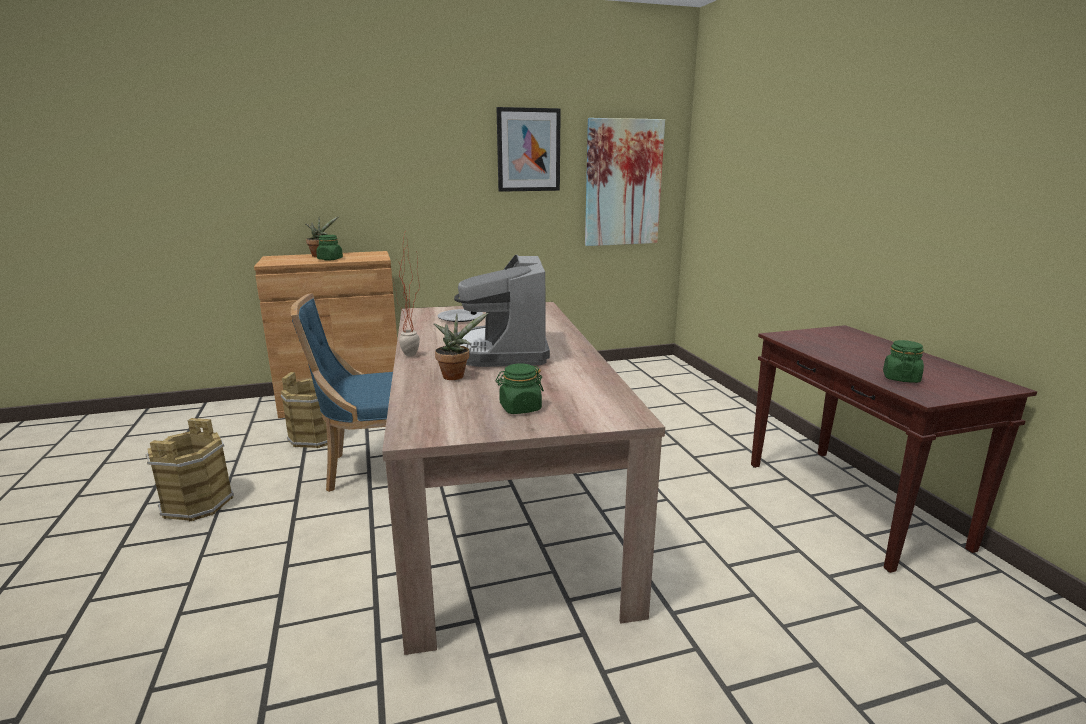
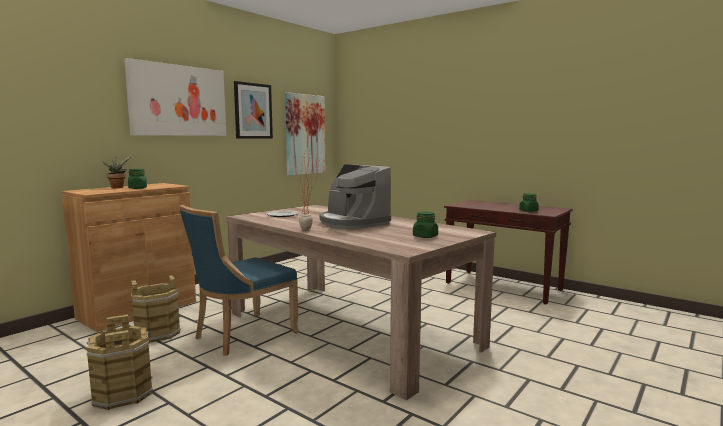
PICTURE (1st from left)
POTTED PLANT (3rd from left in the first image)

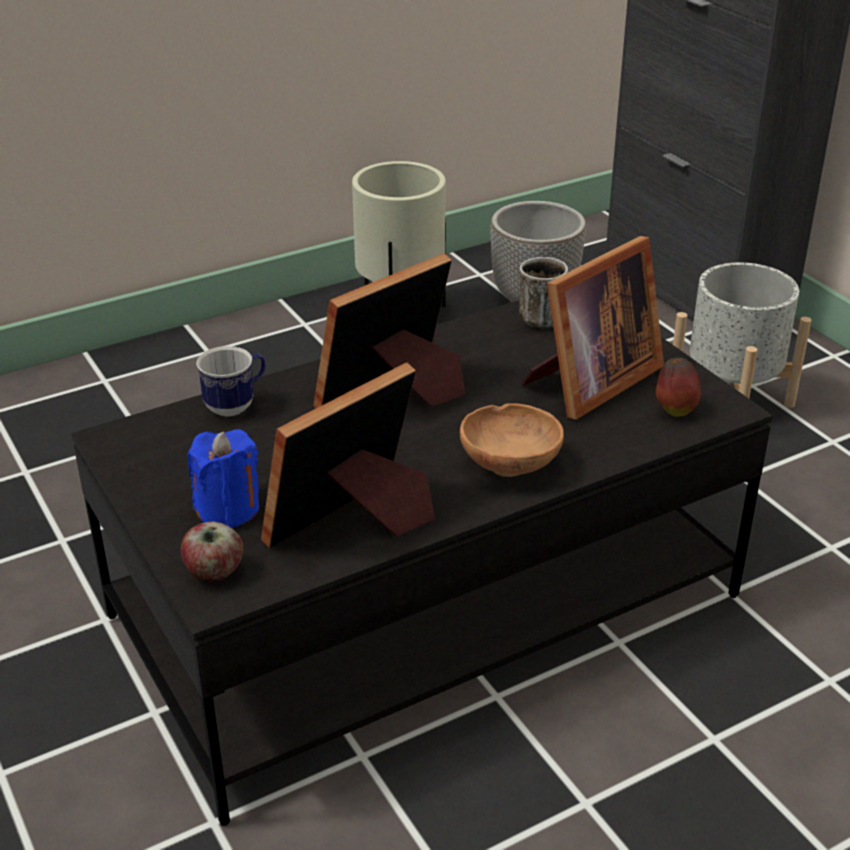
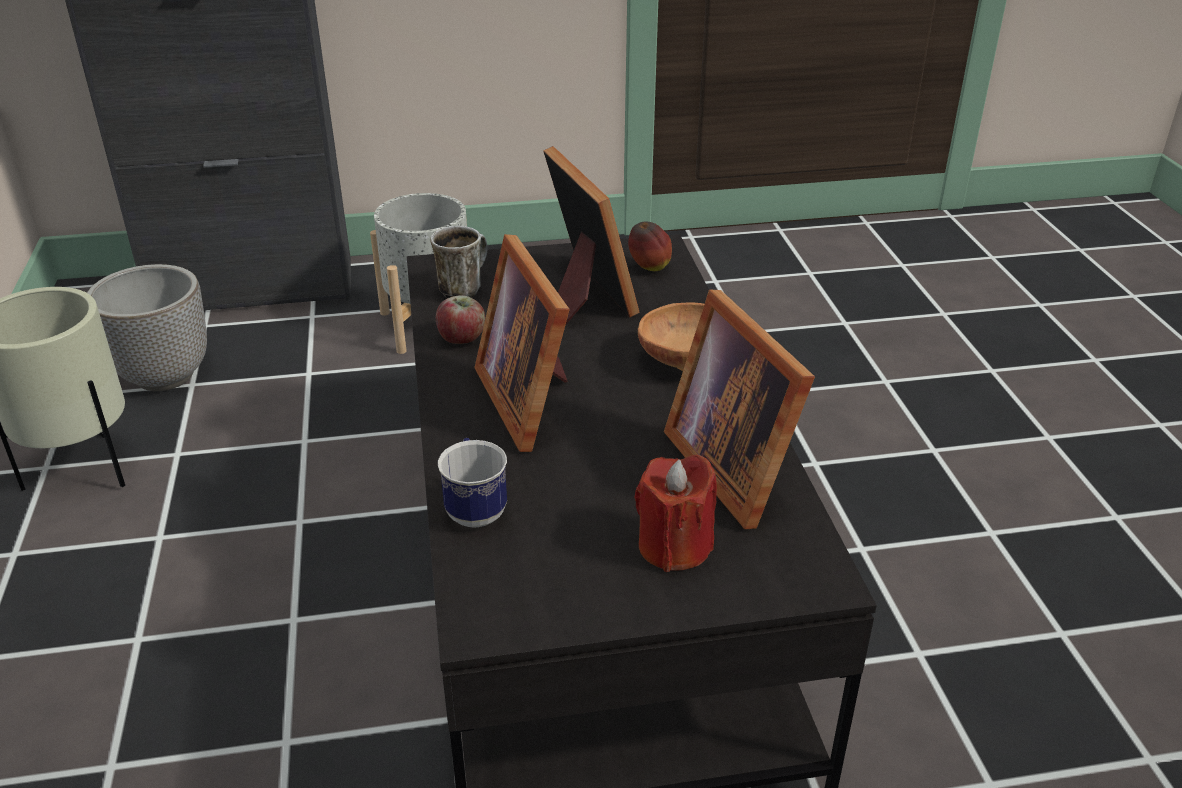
APPLE (1st from left)
RED CANDLE

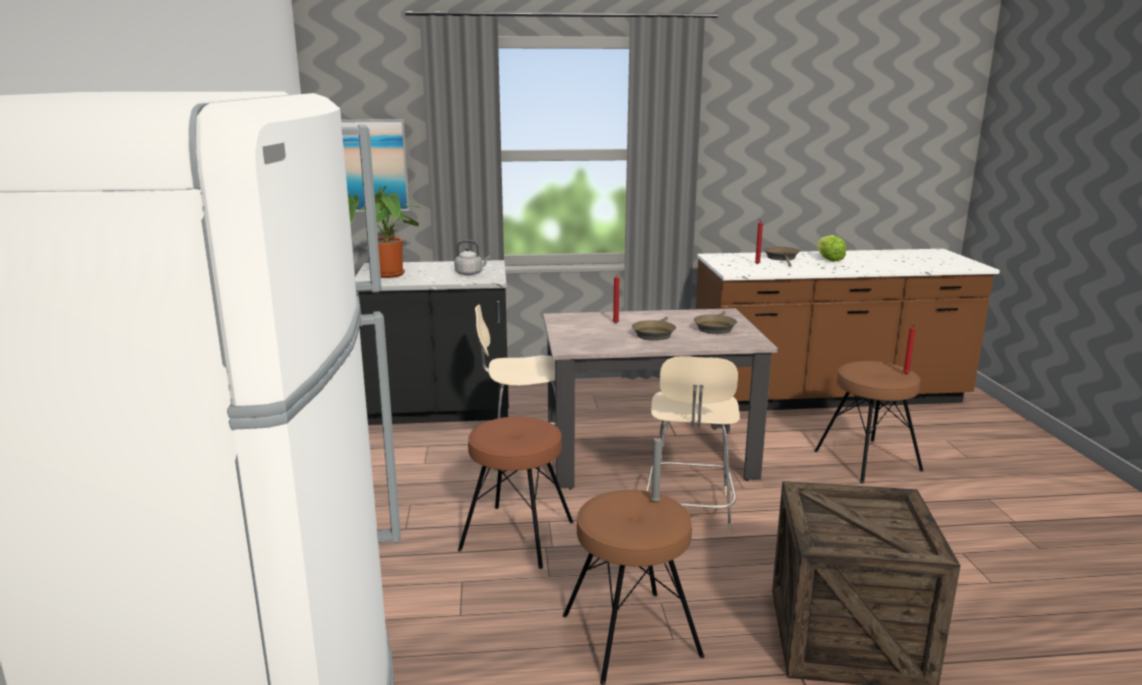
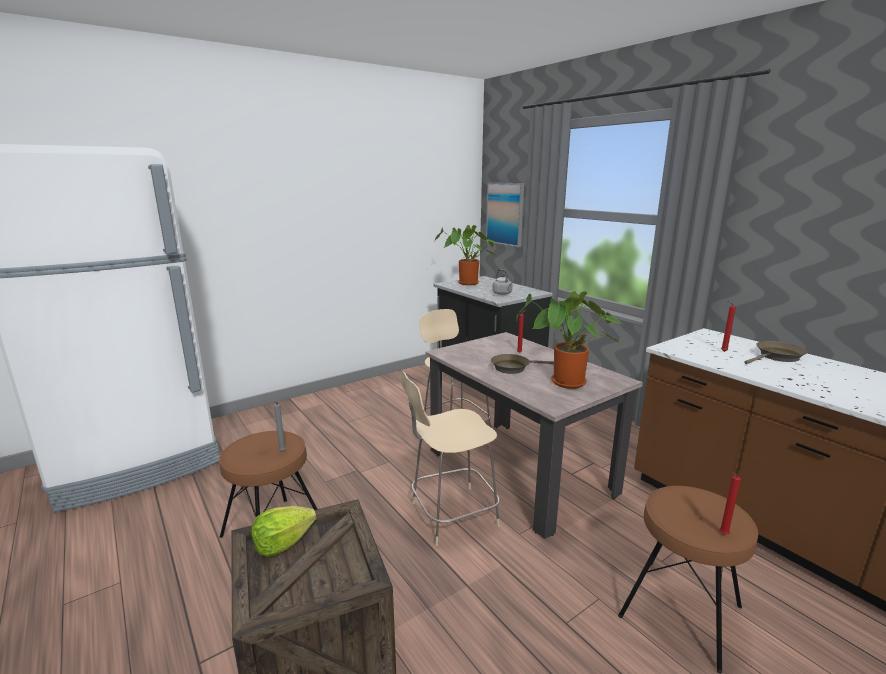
LETTUCE
POTTED PLANT (2nd from left)
BROWN STOOL (1st from left in the first image)

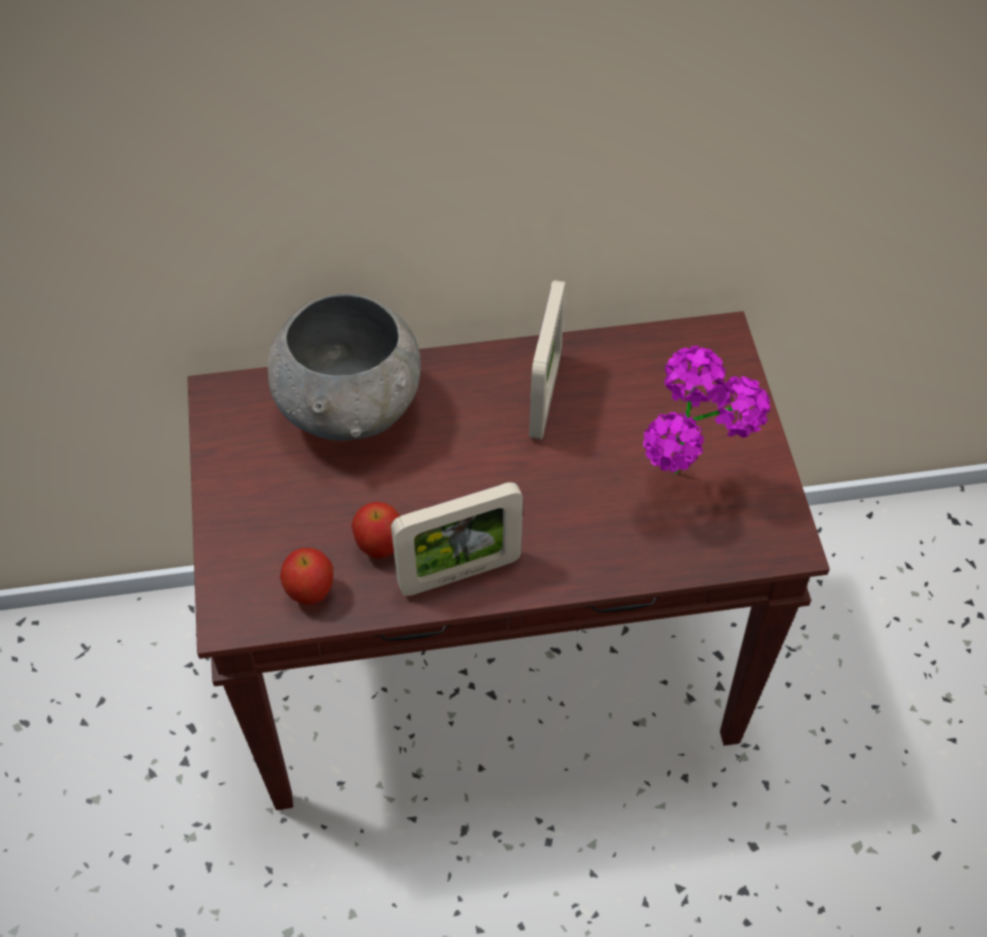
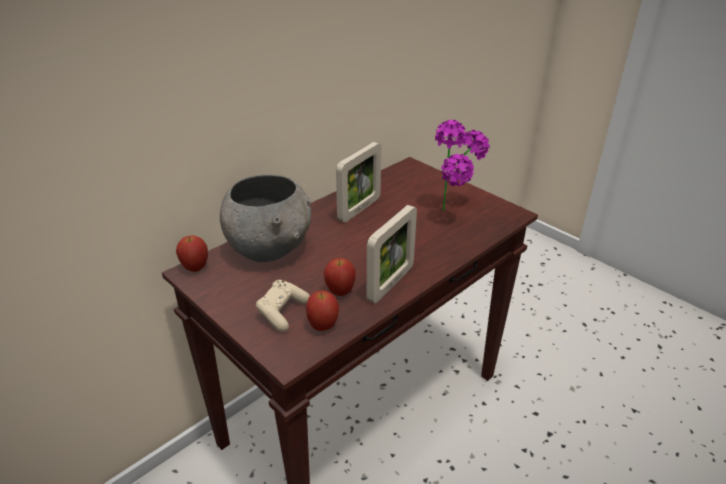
APPLE (1st from left)
BEIGE GAME CONTROLLER
PICTURE FRAME (1st from left)

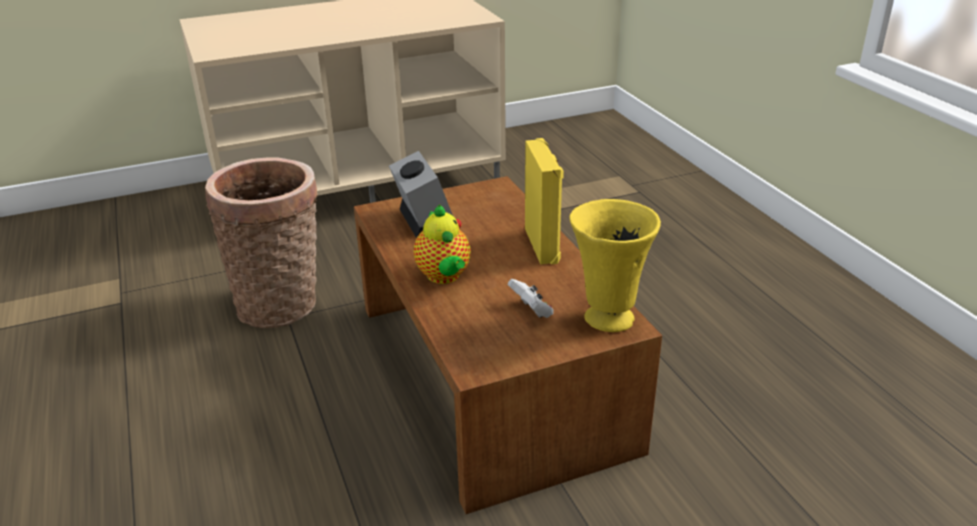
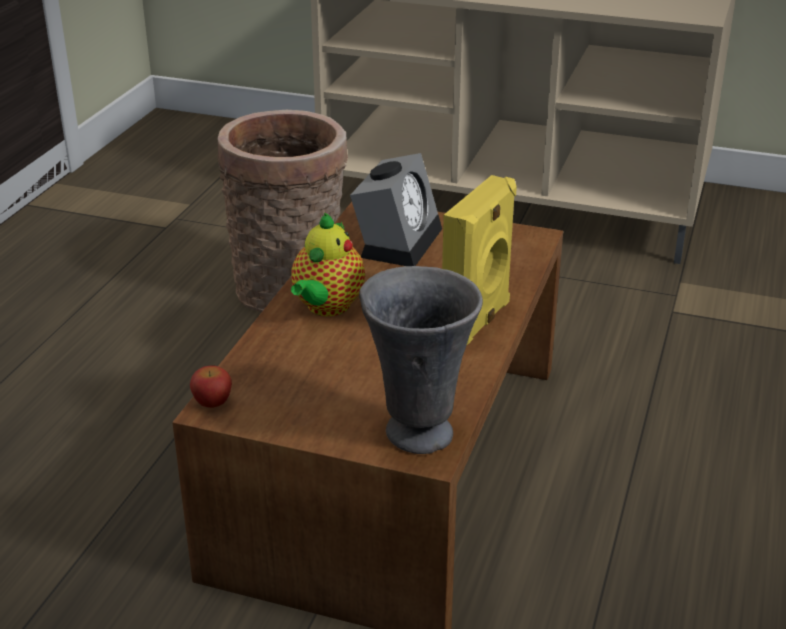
APPLE
GREY VASE
WHITE GAME CONTROLLER

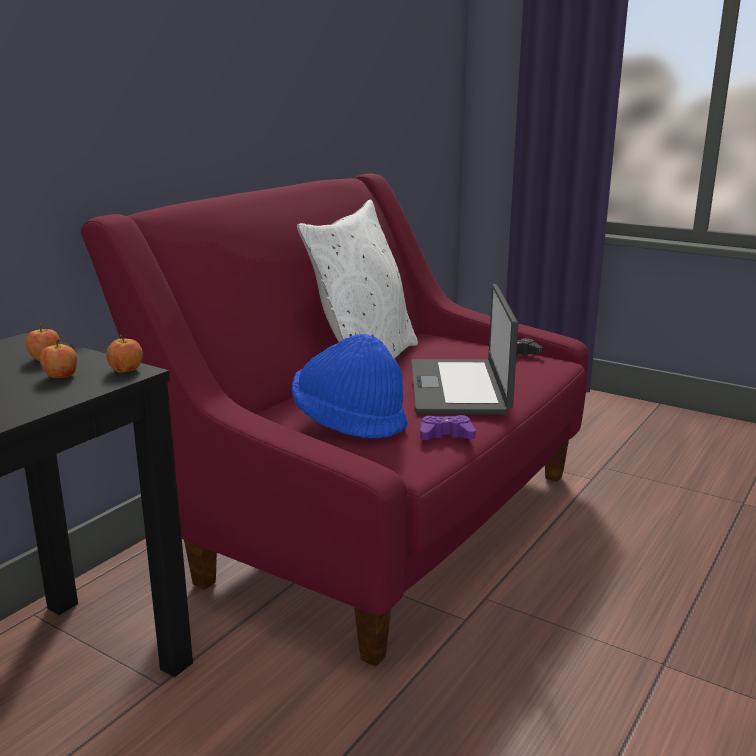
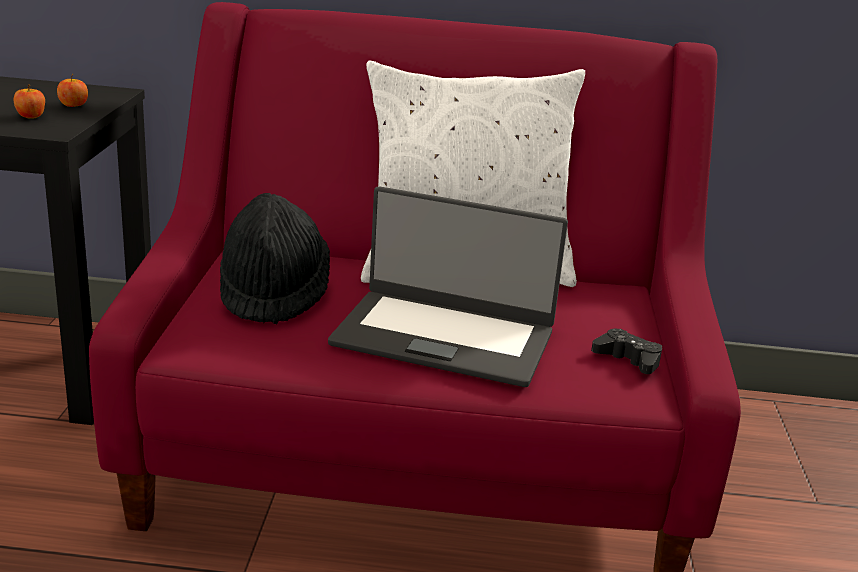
BLACK HAT
LAPTOP
APPLE (3rd from left in the first image)
PURPLE GAME CONTROLLER

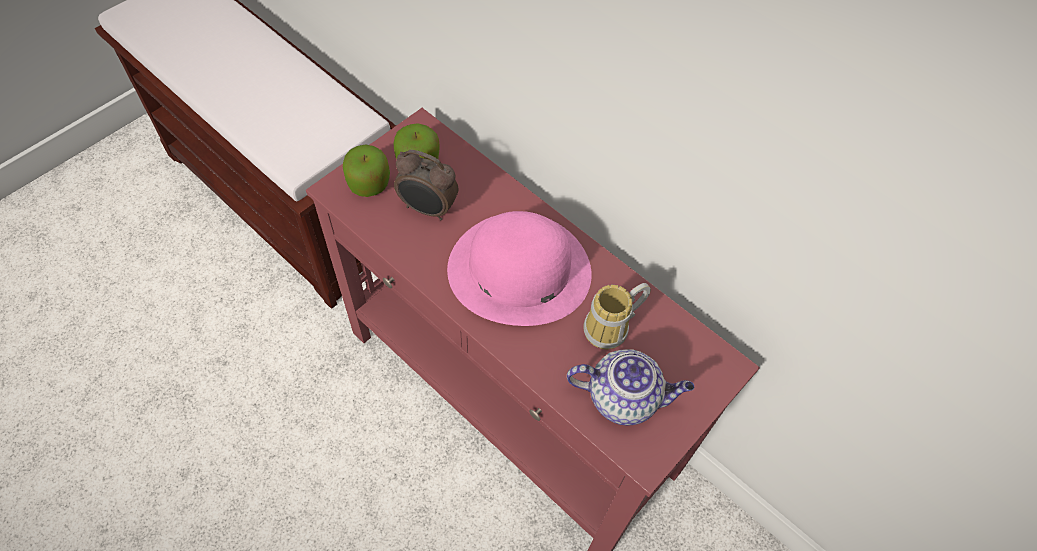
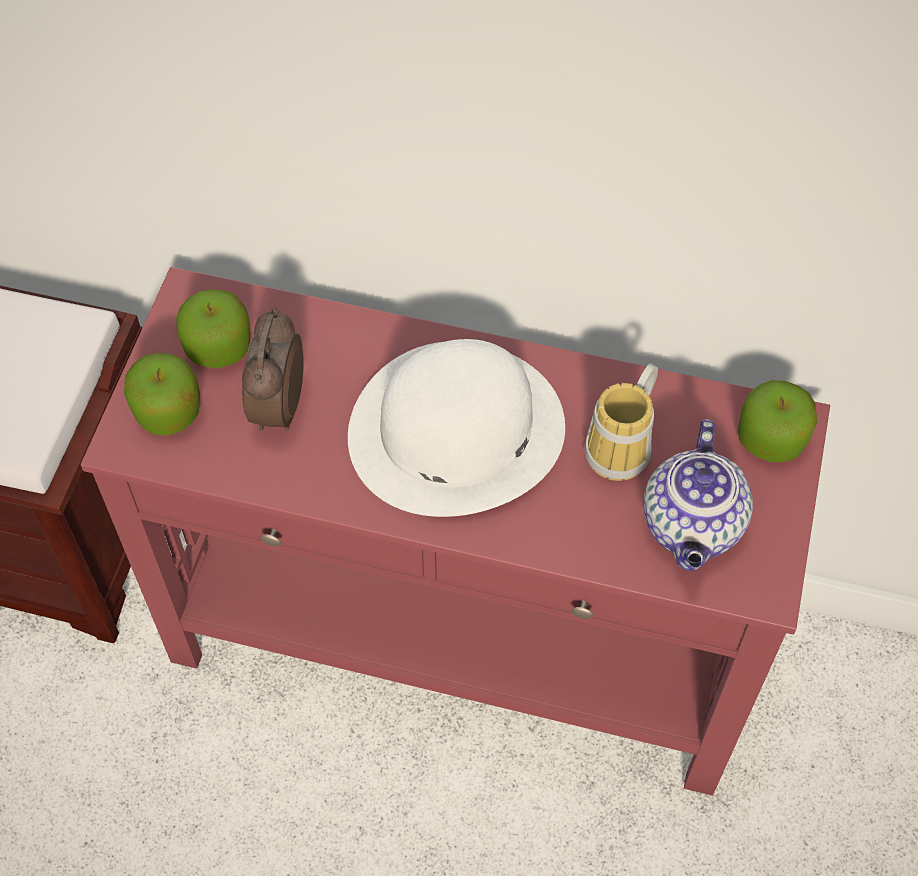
ALARM CLOCK
WHITE HAT
TEAPOT
APPLE (3rd from left)

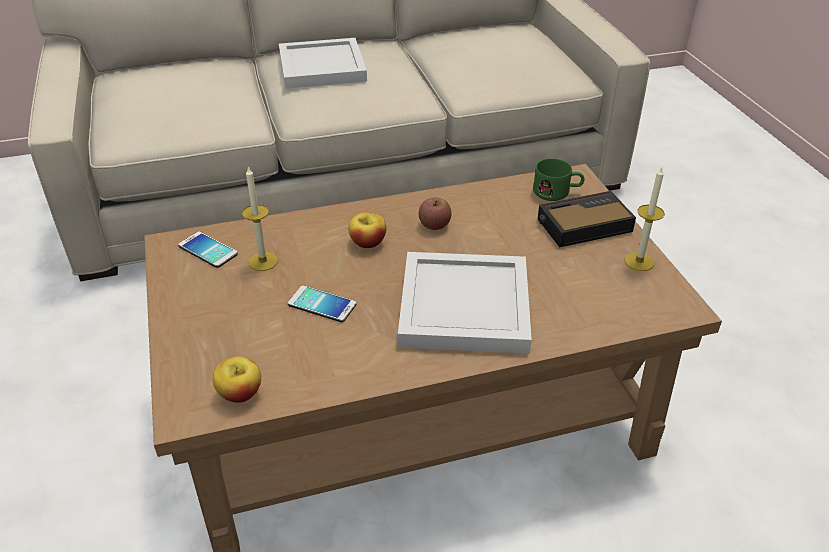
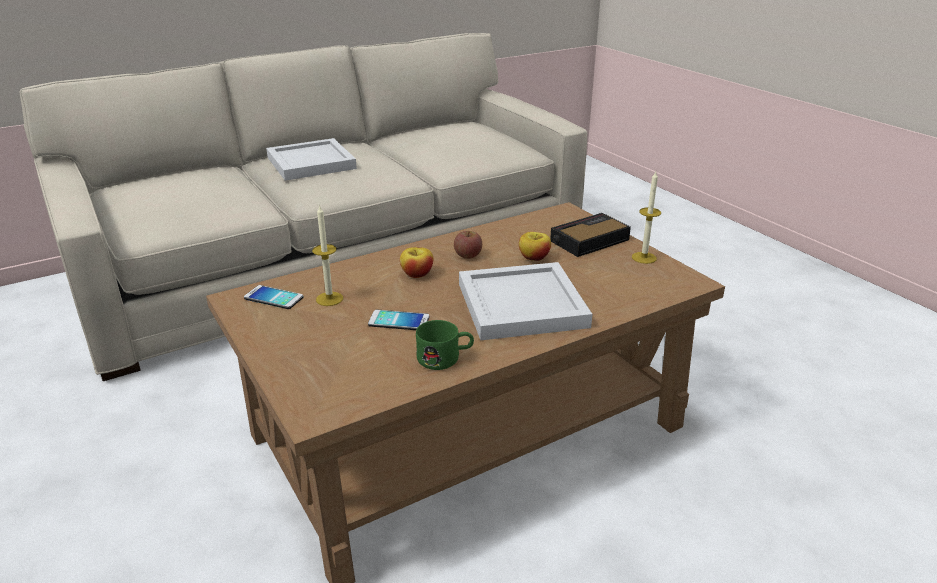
GREEN MUG
APPLE (3rd from left)

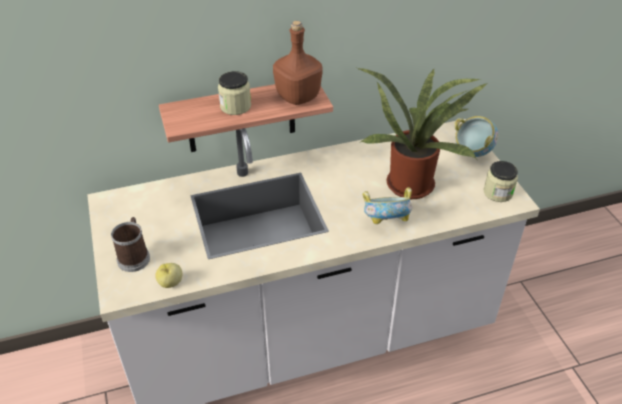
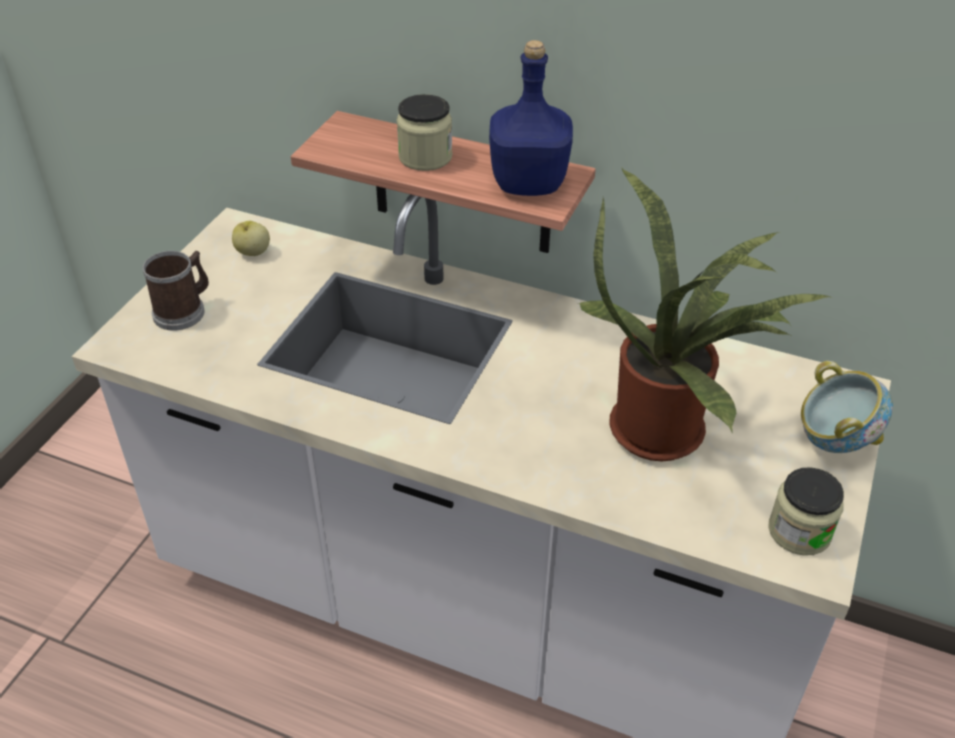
APPLE
BLUE BOTTLE
BOWL (1st from left in the first image)

